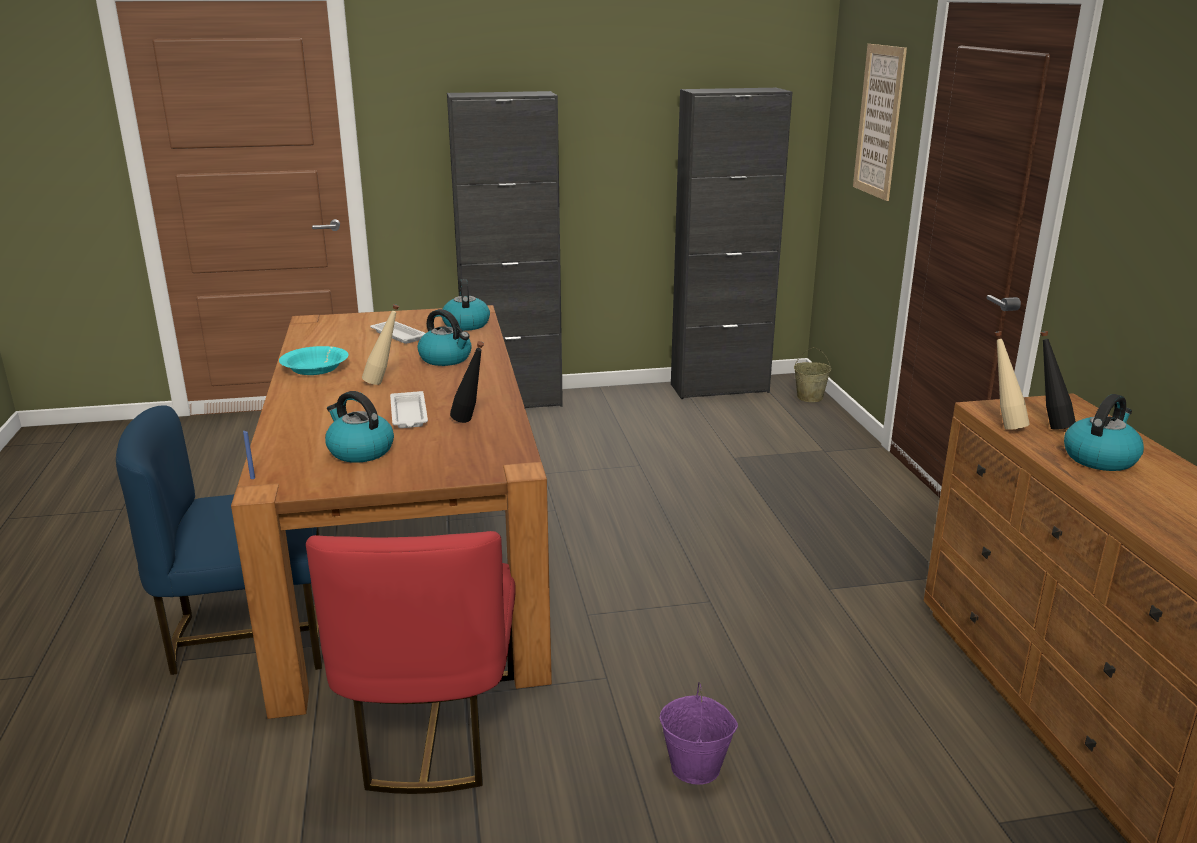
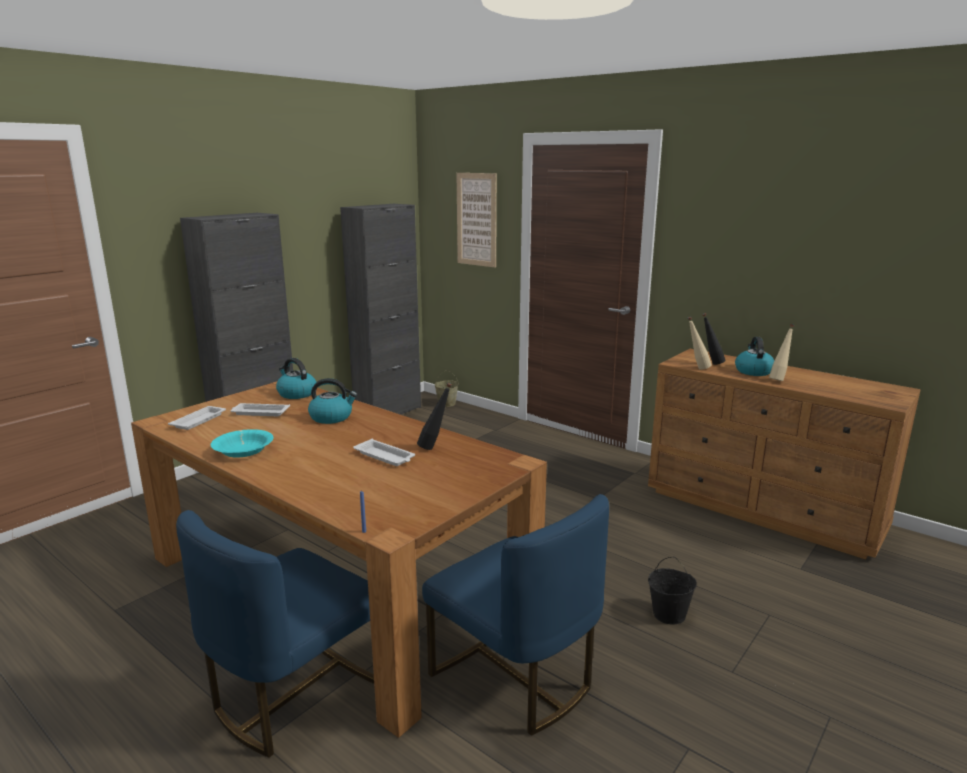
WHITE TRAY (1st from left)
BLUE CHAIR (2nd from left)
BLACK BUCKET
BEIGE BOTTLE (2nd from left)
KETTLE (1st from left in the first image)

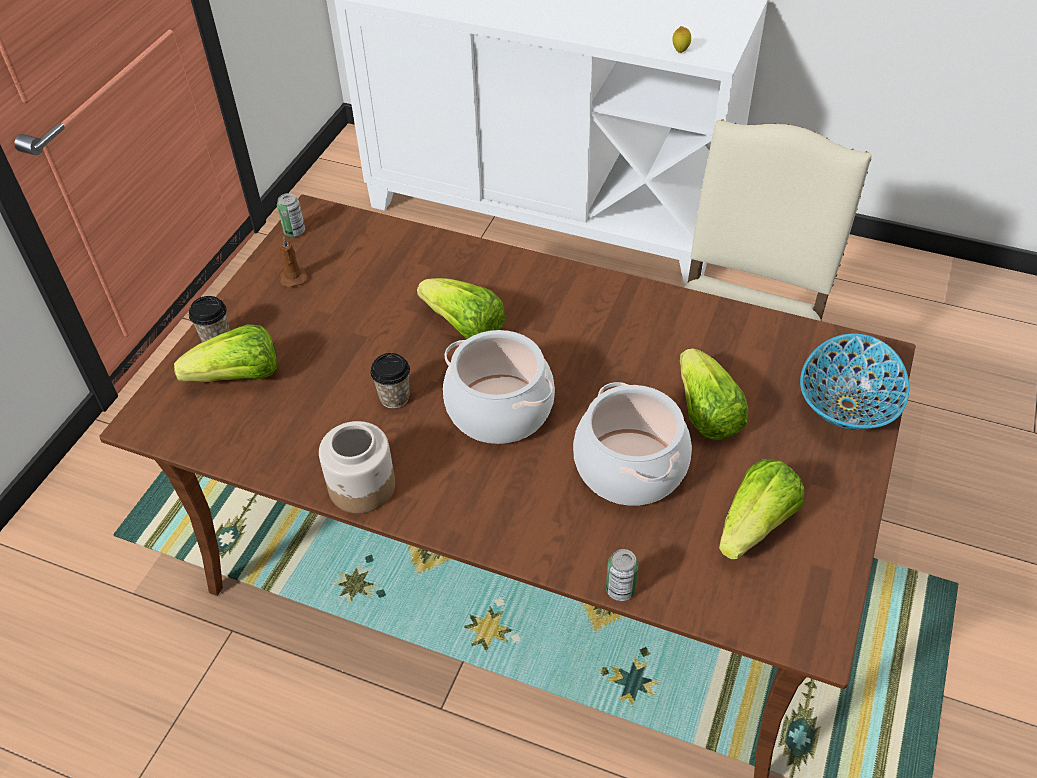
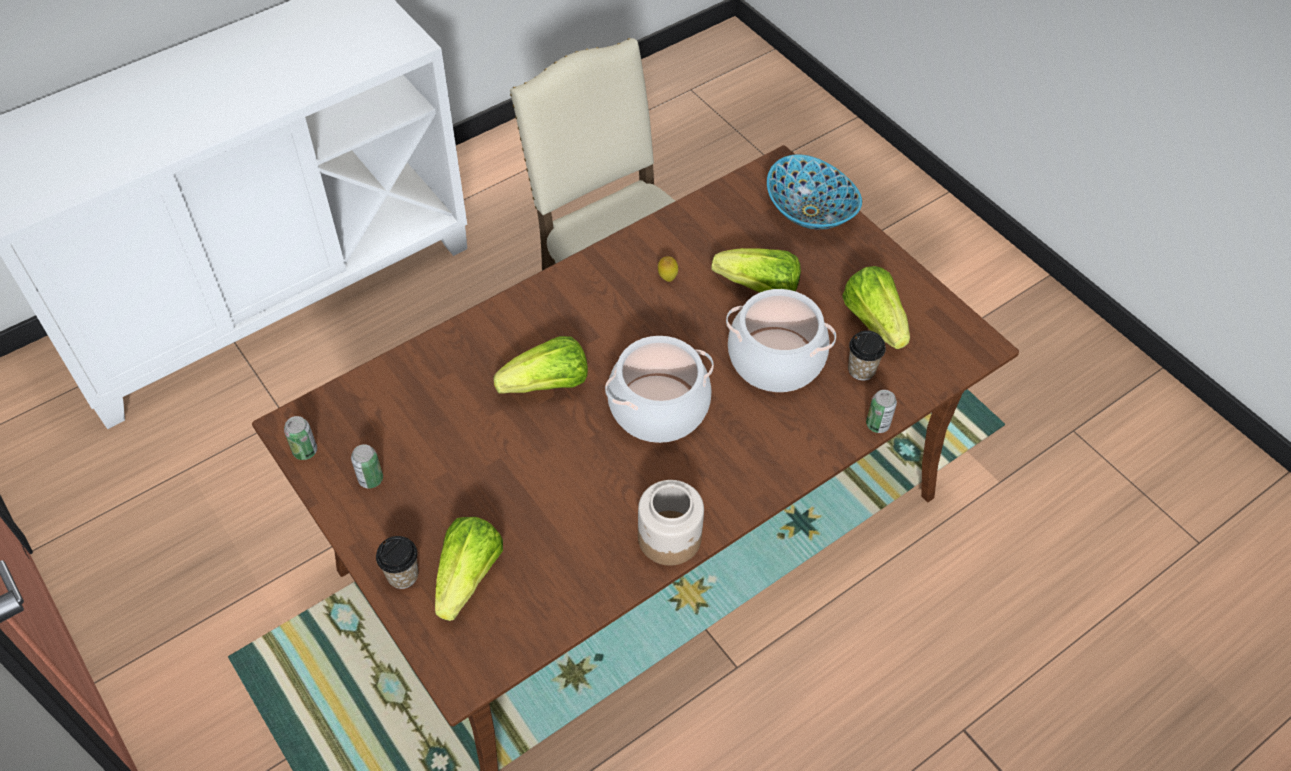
CAN (2nd from left)
LEMON
CUP (2nd from left)

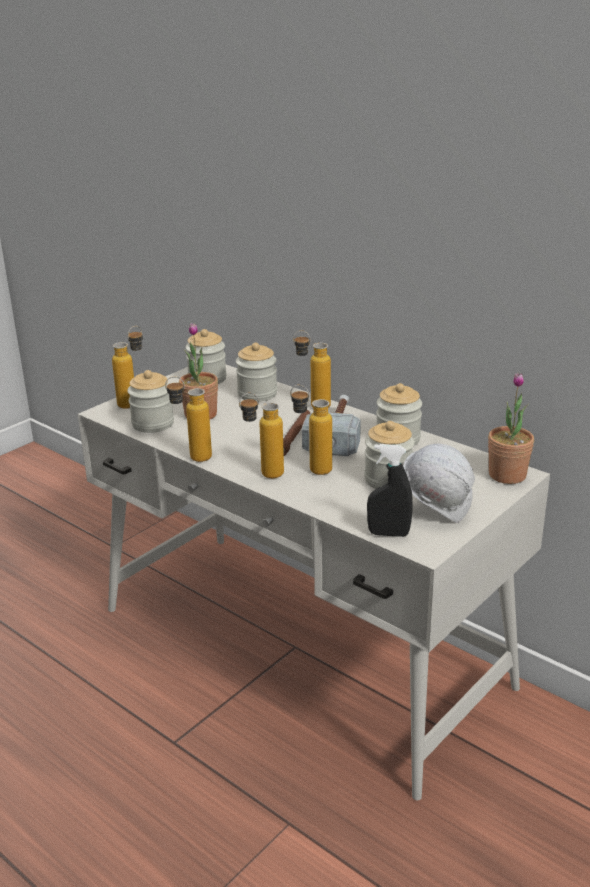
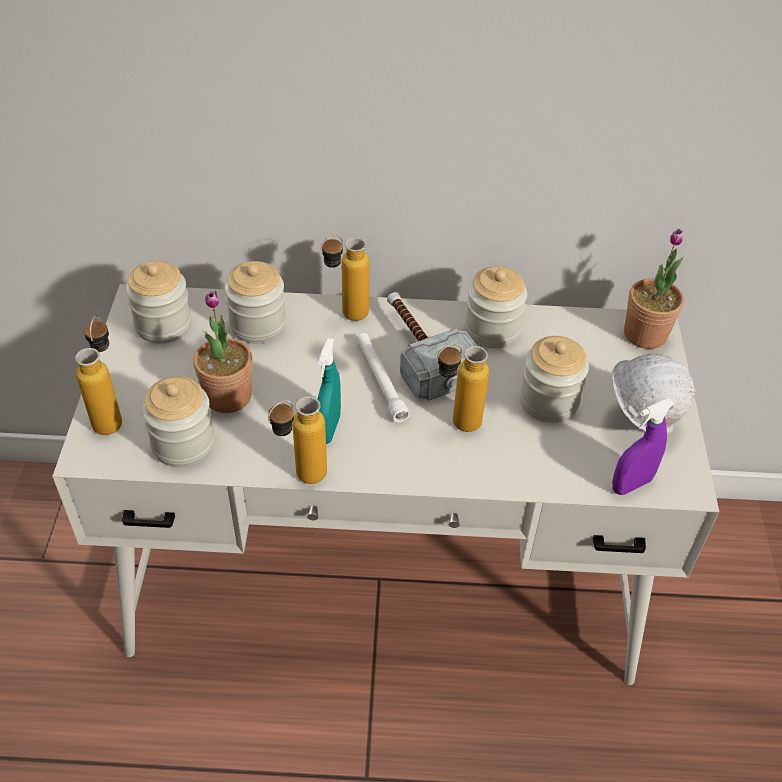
TURQUOISE SPRAY BOTTLE
WHITE FLASHLIGHT
PURPLE SPRAY BOTTLE
BOTTLE (3rd from left in the first image)

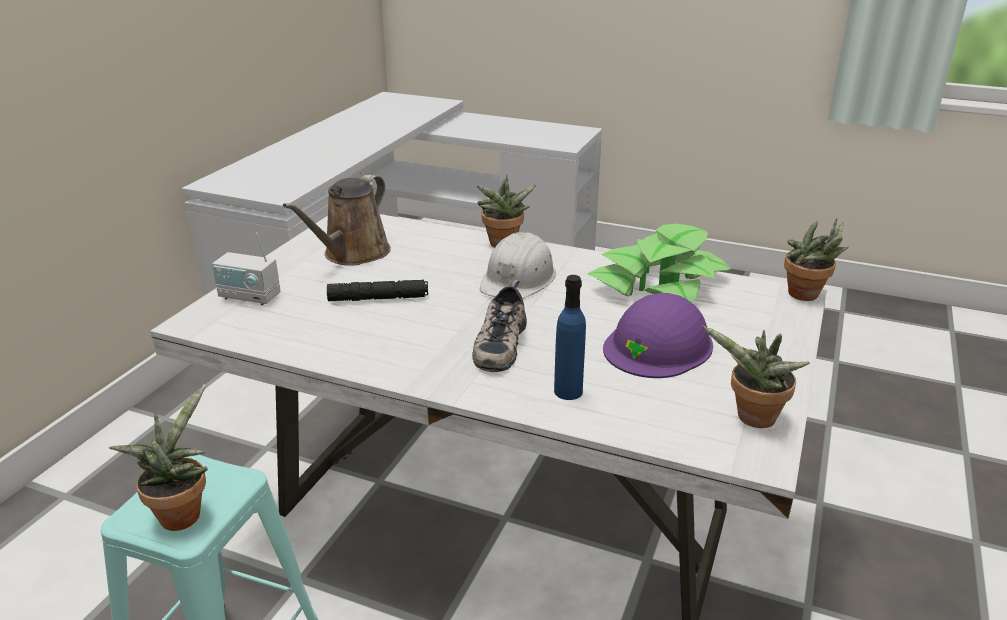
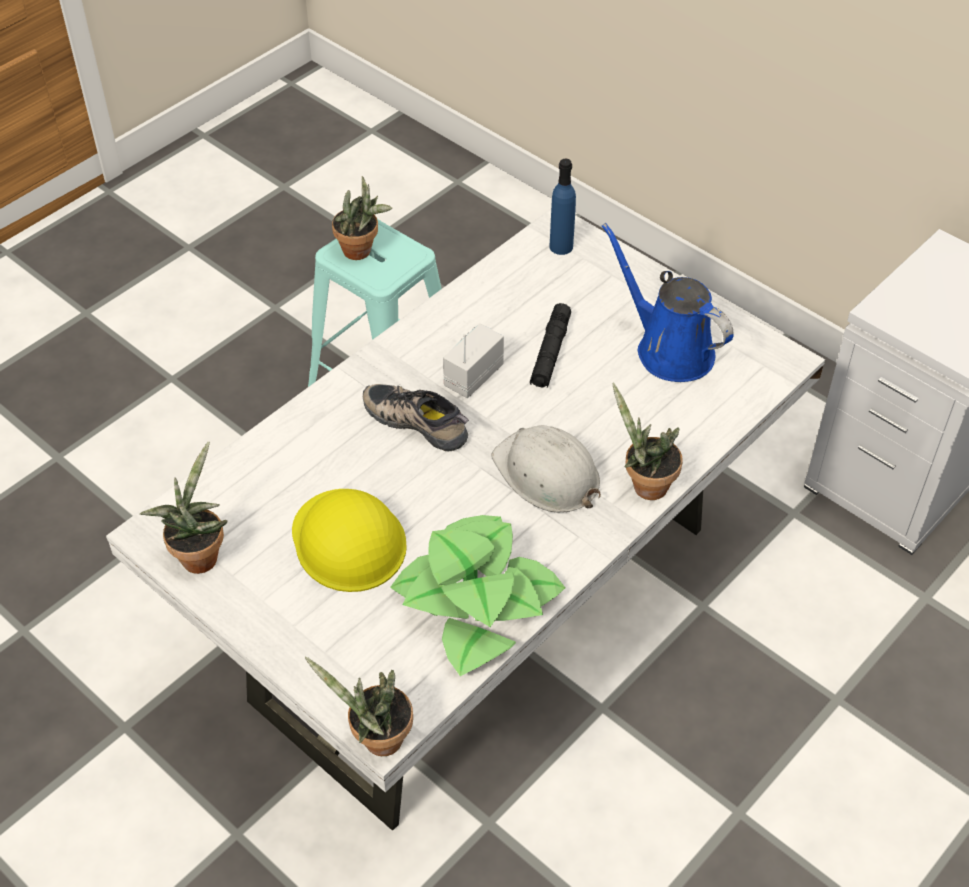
YELLOW HARD HAT
RADIO
BLUE BOTTLE
BLUE WATERING CAN

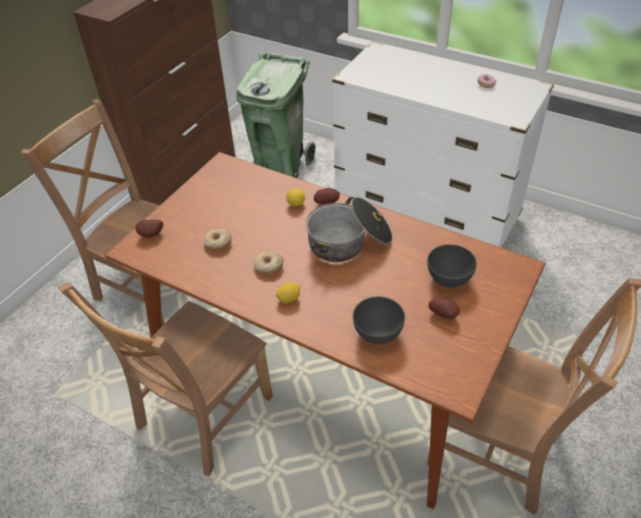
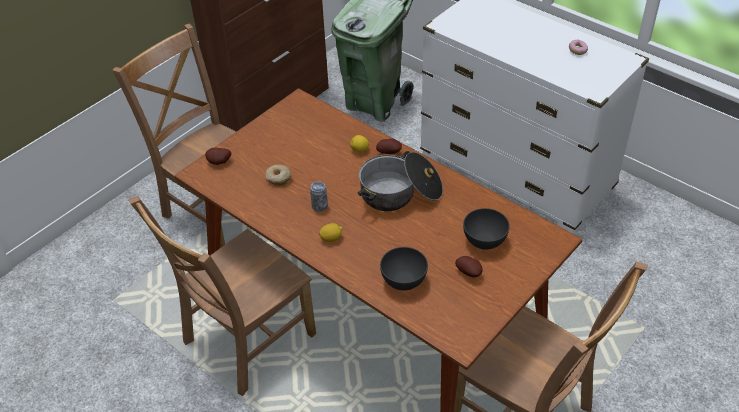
CAN

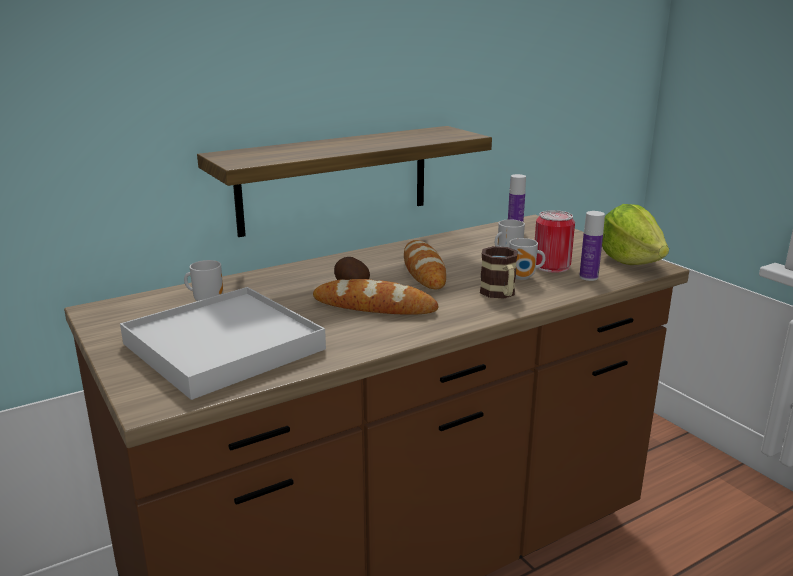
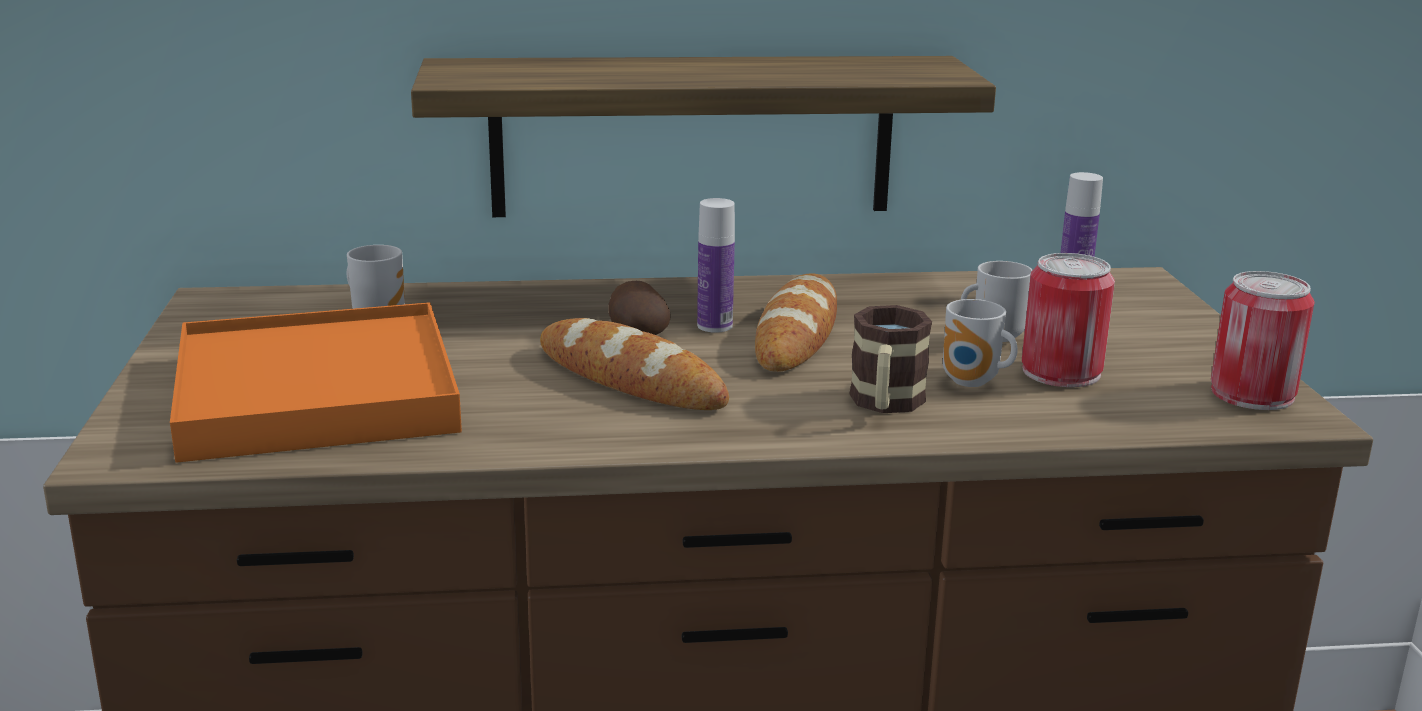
ORANGE TRAY
BOTTLE (1st from left)
CAN (2nd from left)

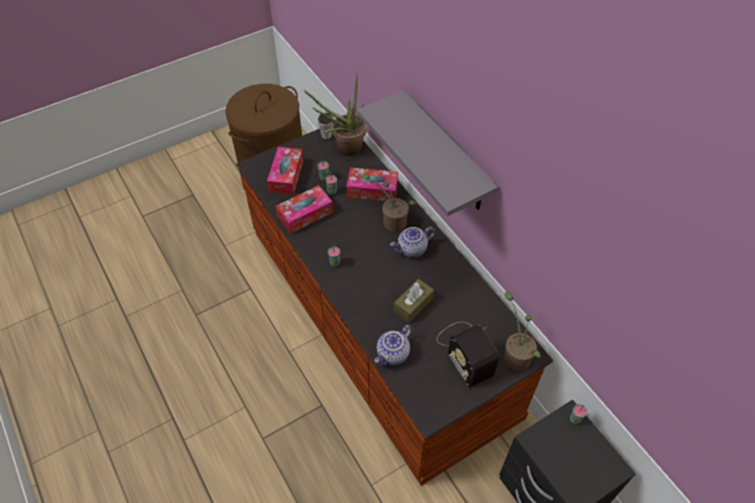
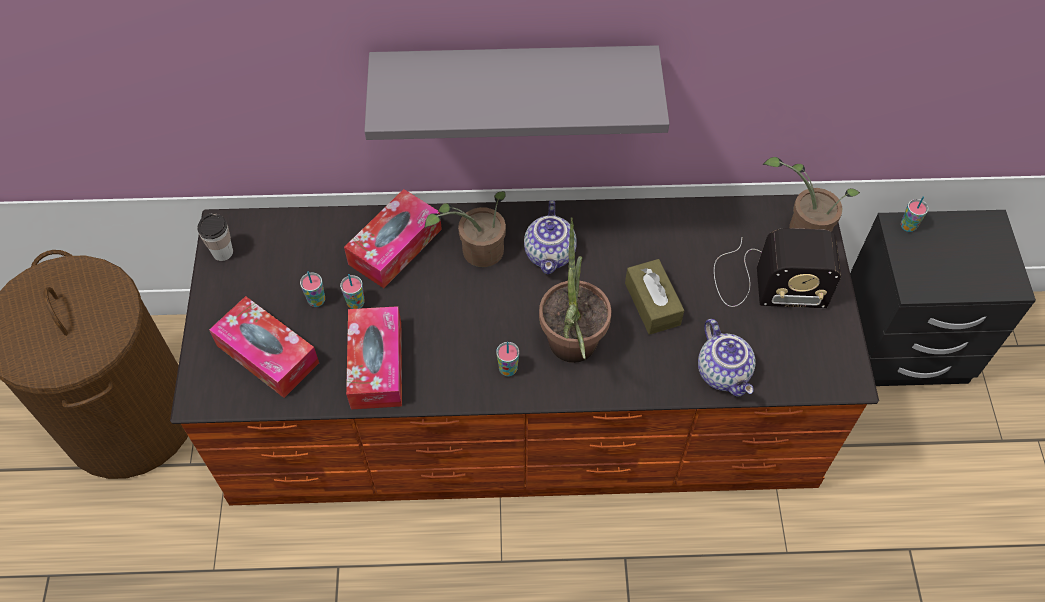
POTTED PLANT (2nd from left)

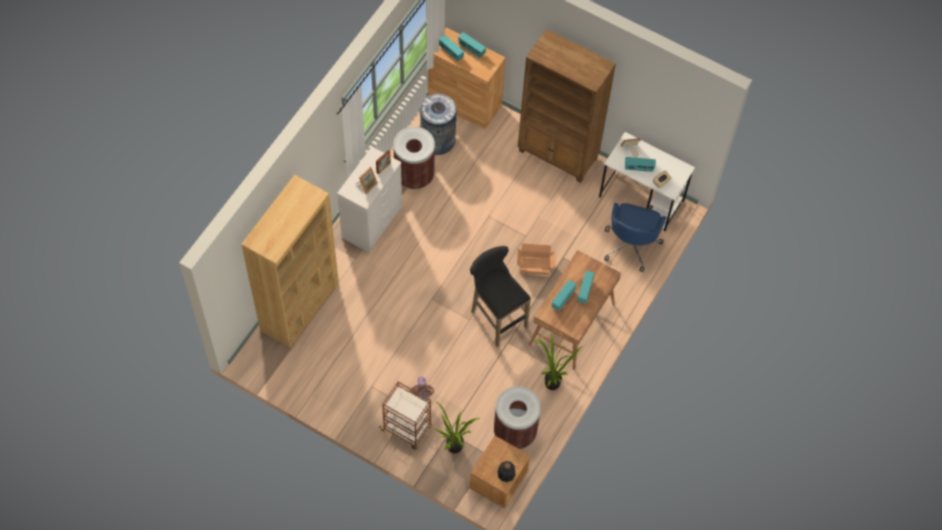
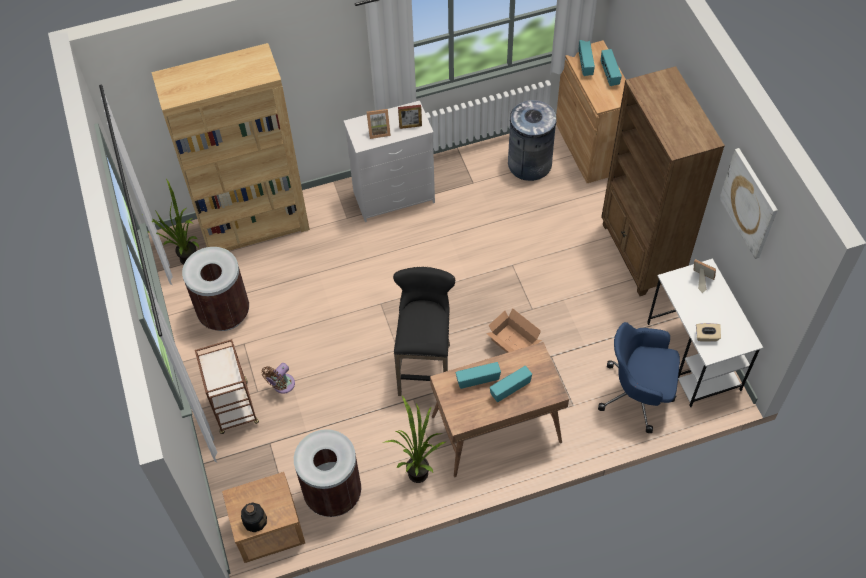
POTTED PLANT (1st from left)
BROWN TRASH CAN (1st from left)
BLUE OFFICE CHAIR
PICTURE
RADIO (5th from left in the first image)

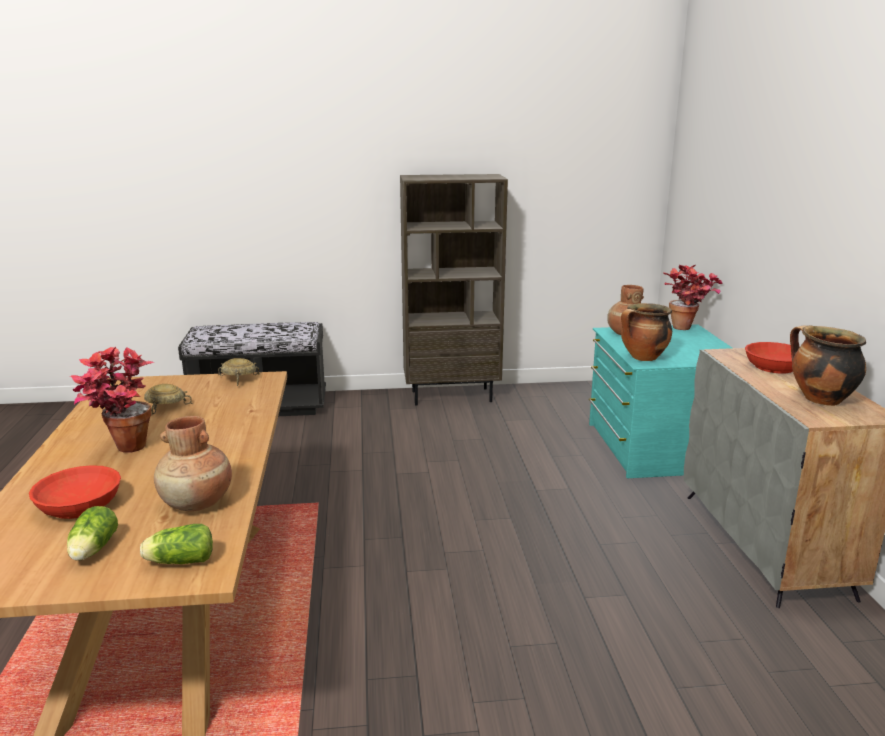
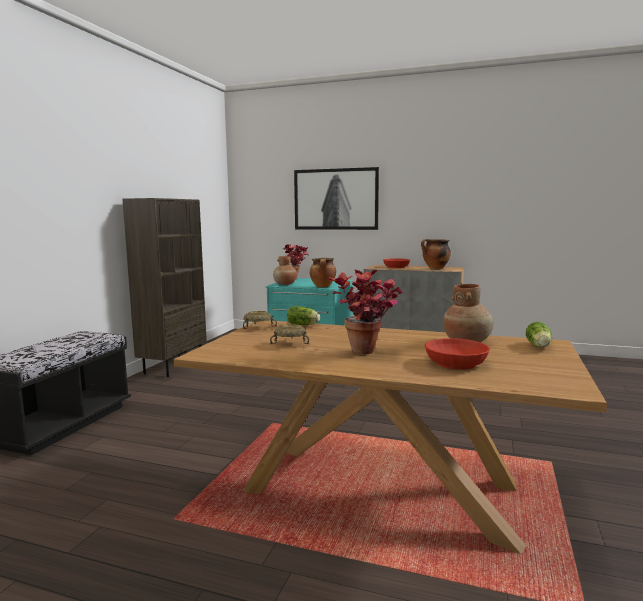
LETTUCE (1st from left)
PICTURE

